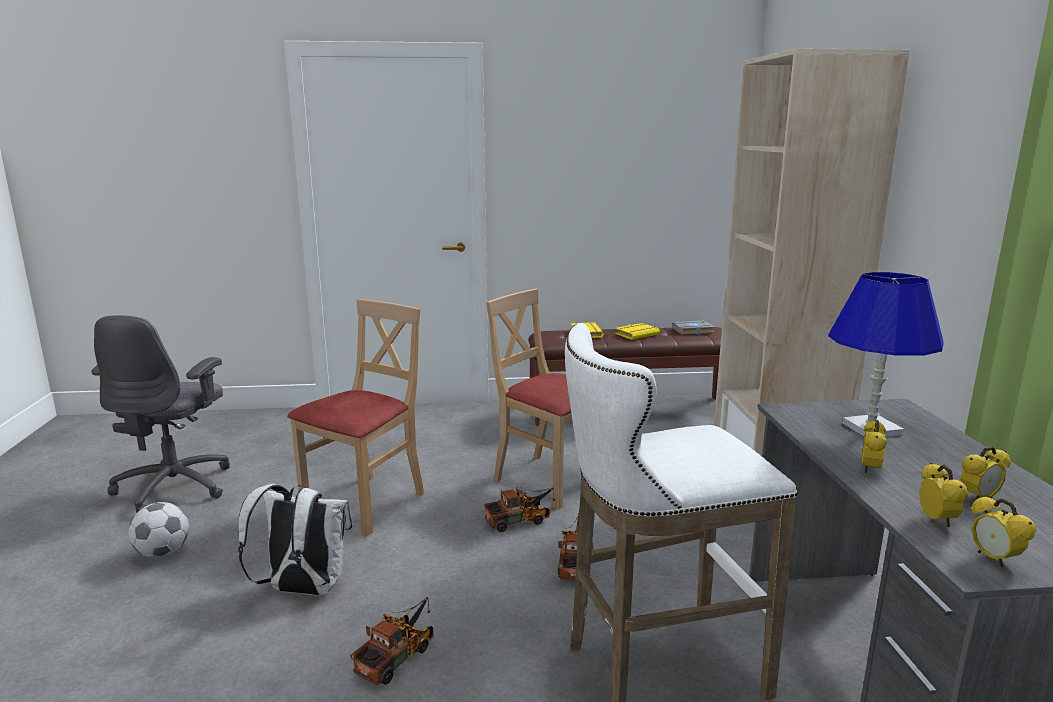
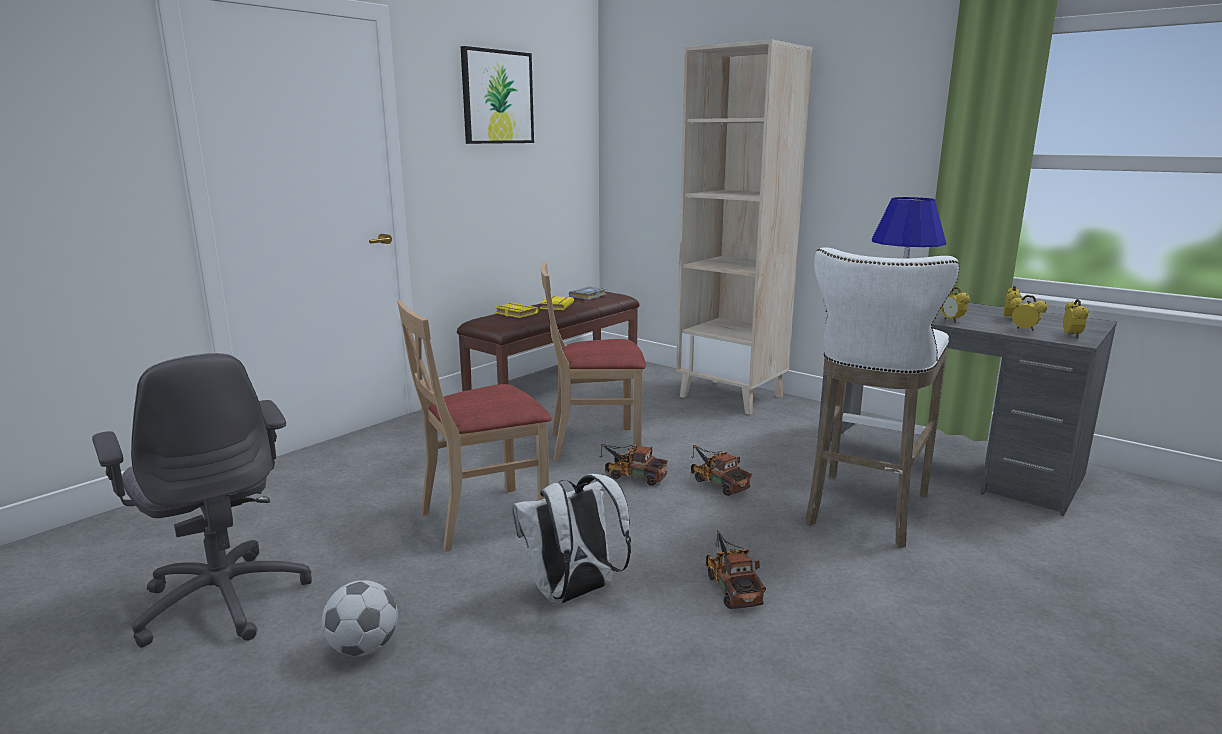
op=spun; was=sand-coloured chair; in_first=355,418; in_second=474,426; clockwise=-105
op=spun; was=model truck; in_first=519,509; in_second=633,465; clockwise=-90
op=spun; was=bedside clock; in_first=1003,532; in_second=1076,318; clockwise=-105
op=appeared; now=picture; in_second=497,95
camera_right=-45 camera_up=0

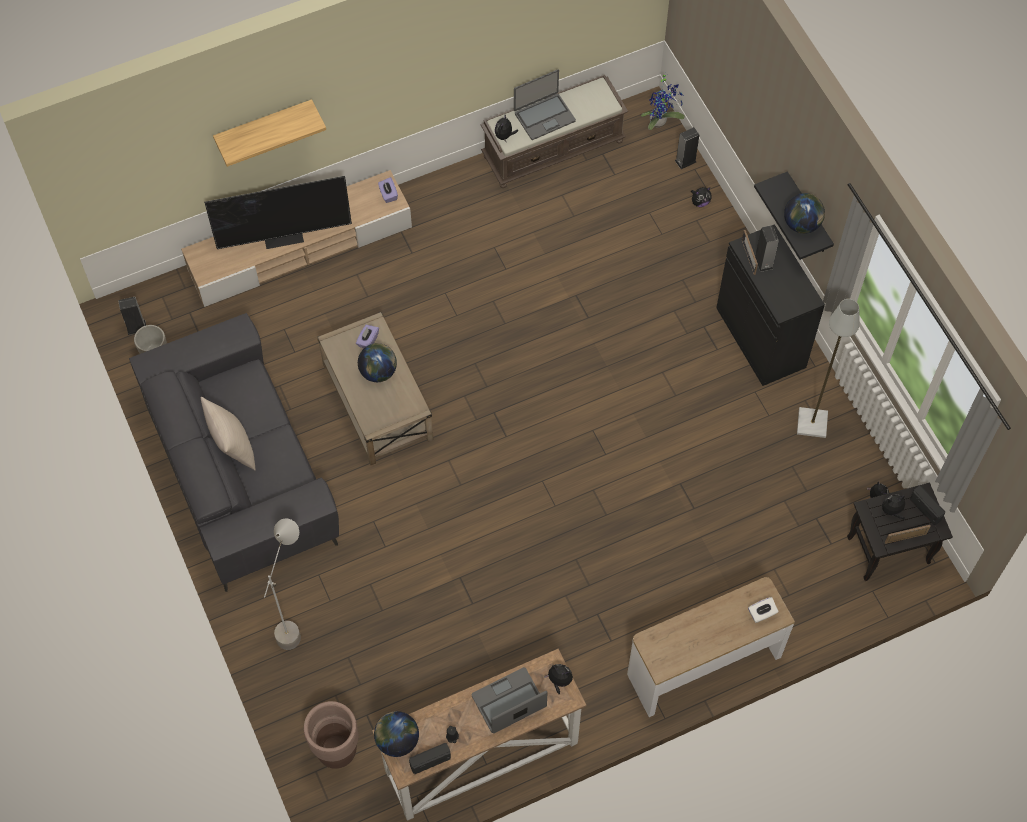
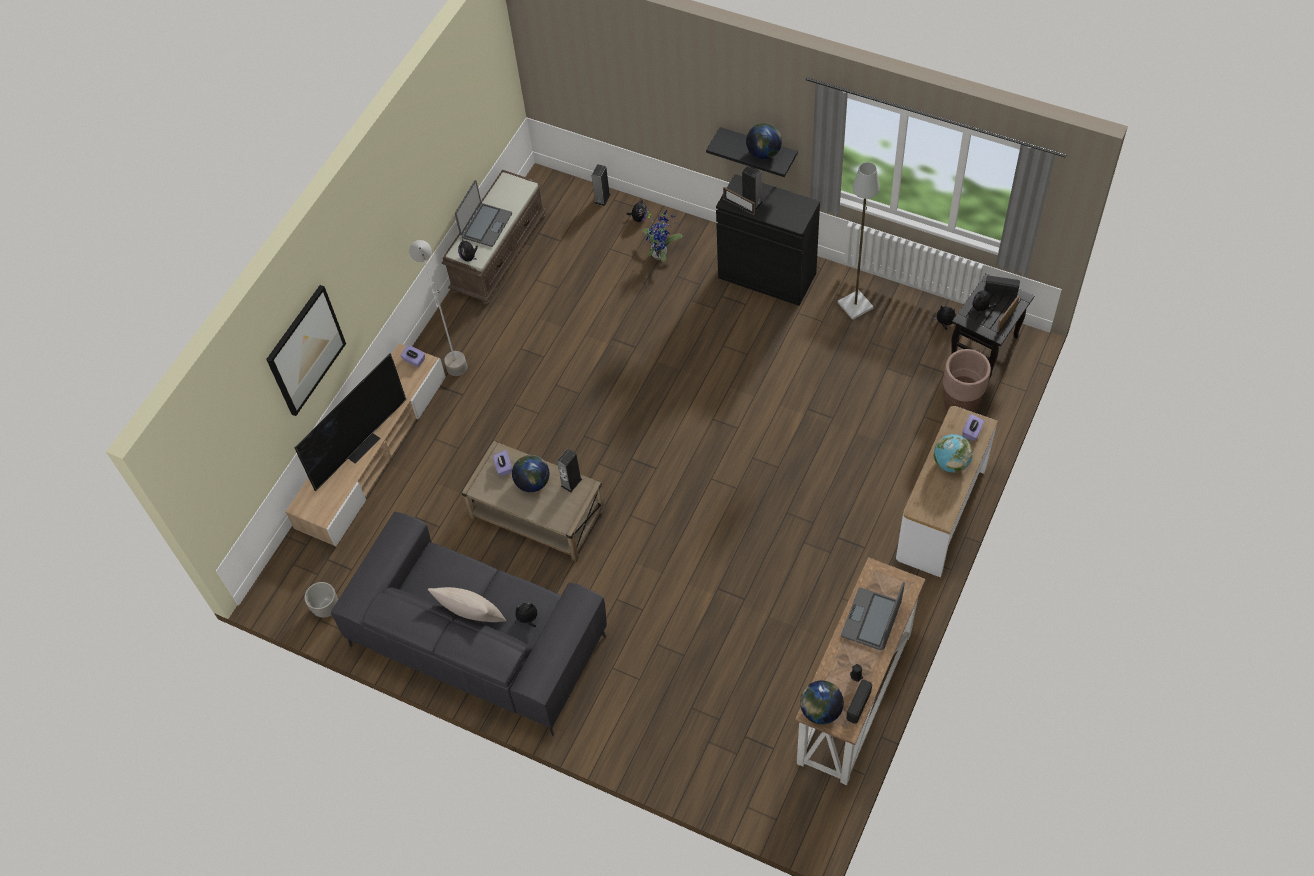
op=relocated; was=loudspeaker; in_first=132,316; in_second=569,471
op=exchanged; was=wall shelf; now=picture; in_first=269,133; in_second=306,350
op=relocated; was=gray standard lamp; in_first=282,584; in_second=438,308
op=relocated; was=brown-coloured flower pot; in_first=331,735; in_second=967,381
op=relocated; was=soft toy; in_first=558,679; in_second=526,614
op=relocated; was=plant in a pot; in_first=663,102; in_second=662,235
op=colour; was=whitish tissue holder; now=purple-coloured tissue holder; in_first=763,610; in_second=973,427
op=appeared; now=world globe; in_second=953,453
camera_right=-35 camera_up=-5

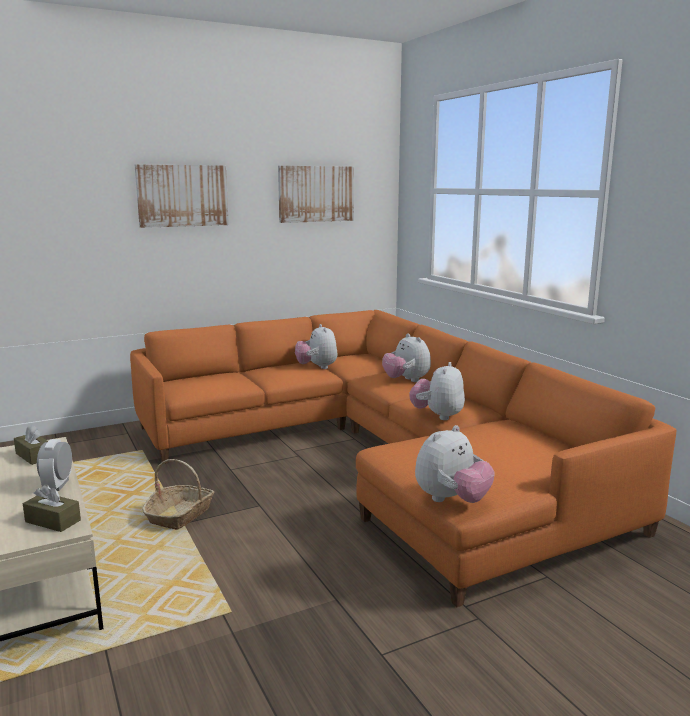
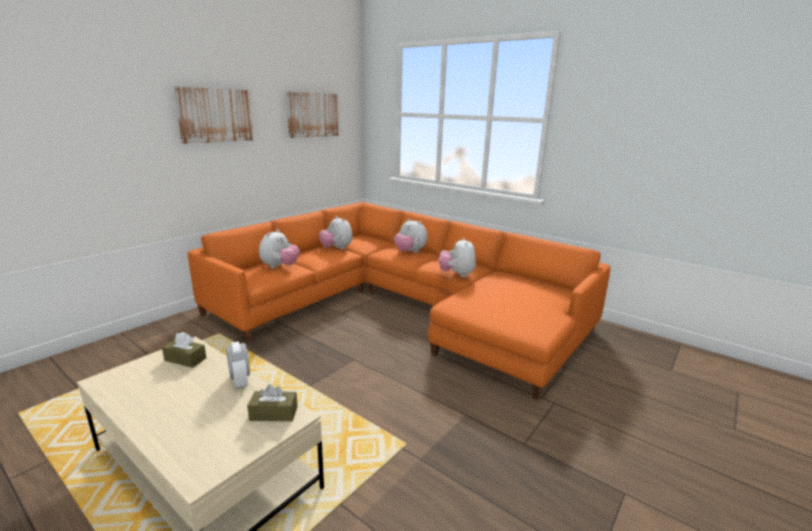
op=missing; was=storage basket; in_first=178,494
op=relocated; was=soft toy; in_first=455,464; in_second=279,248
camera_right=-25 camera_up=5

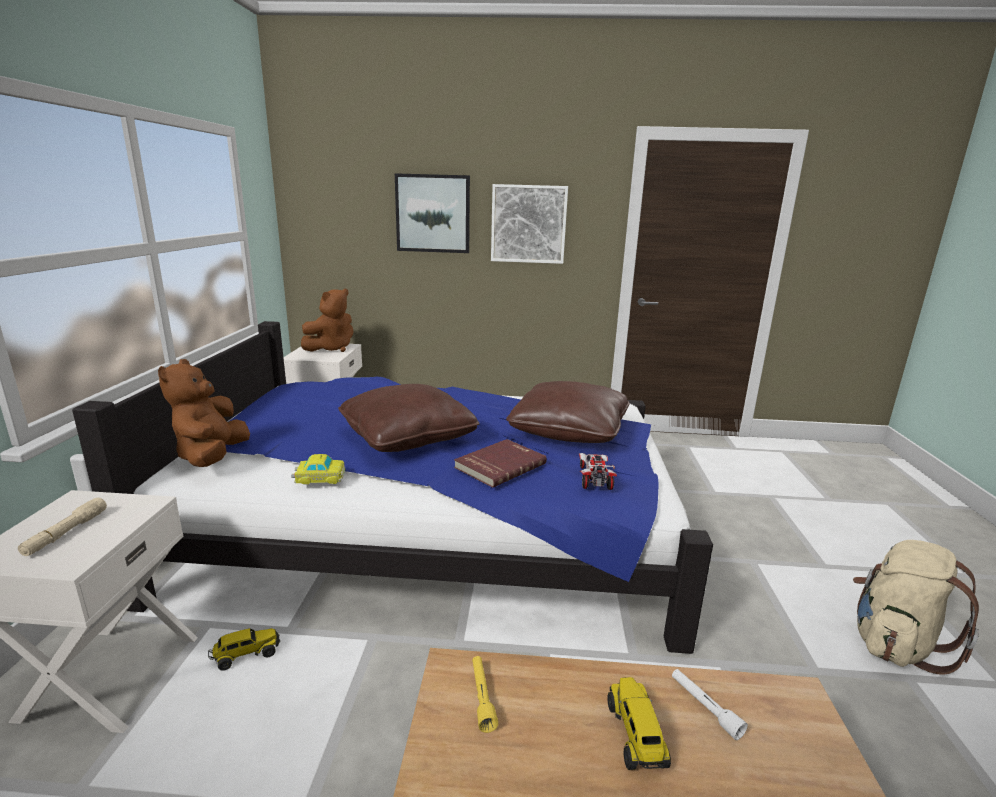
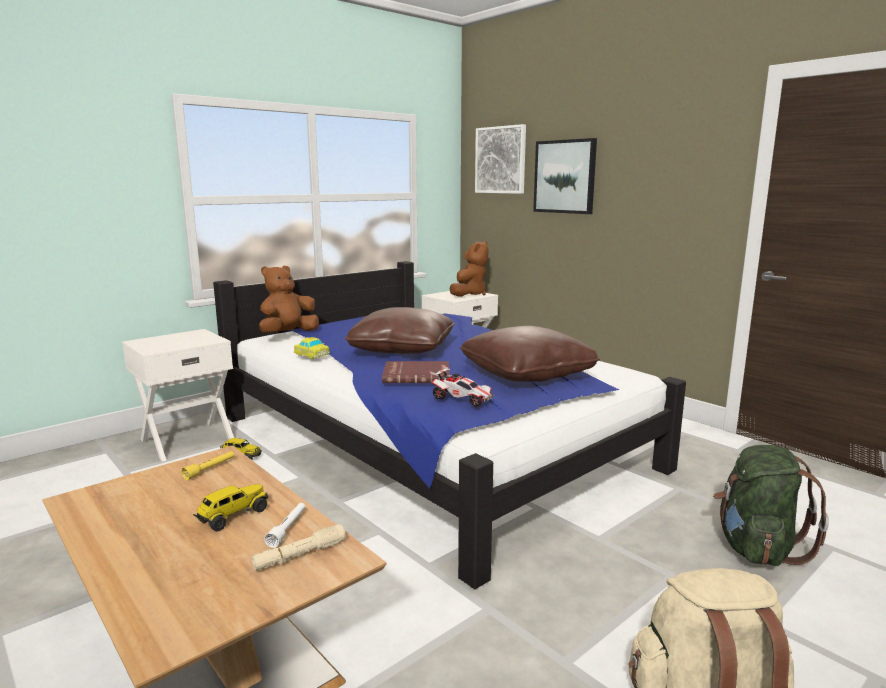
op=relocated; was=sand-coloured torch; in_first=62,527; in_second=298,547
op=spun; was=brown-coloured soft toy; in_first=327,320; in_second=469,269; clockwise=-60
op=relocated; was=picture; in_first=529,224; in_second=500,159
op=spun; was=toy car; in_first=598,471; in_second=462,386; clockwise=75
op=appeared; now=green rucksack; in_second=771,505
camera_right=45 camera_up=-5

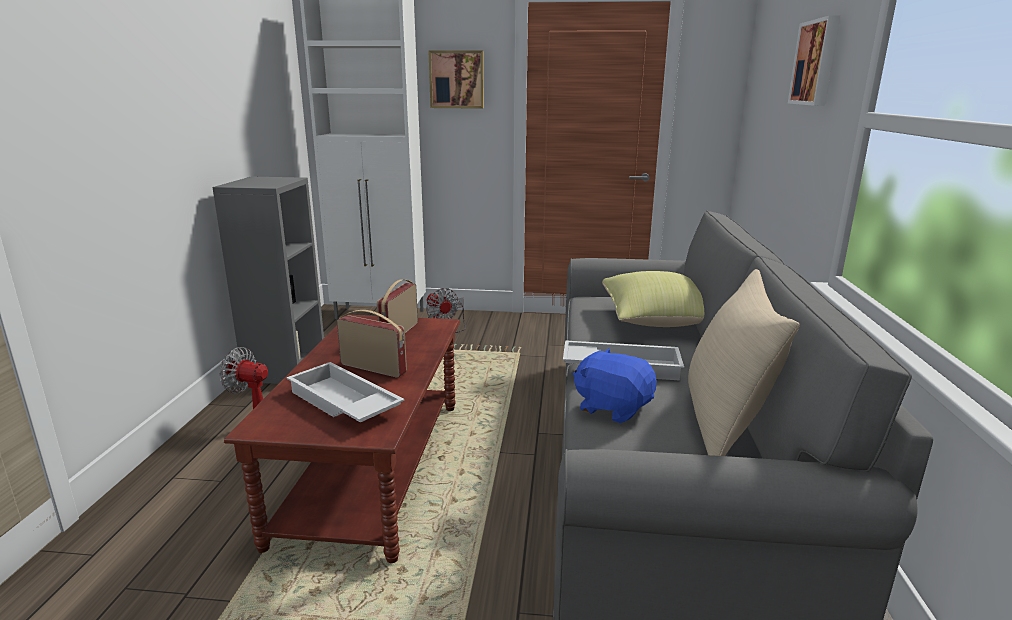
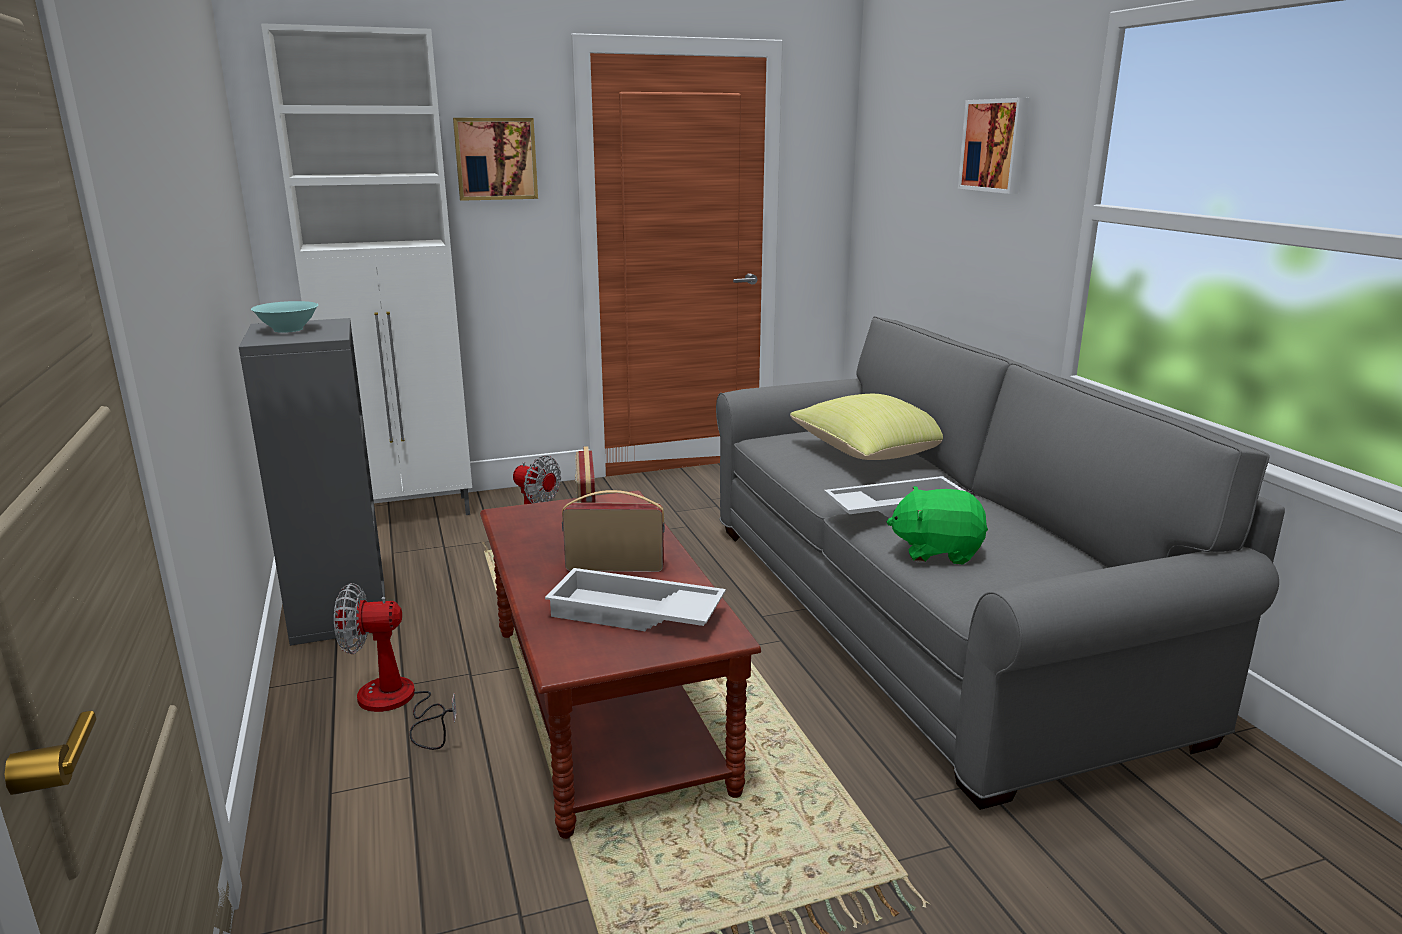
op=colour; was=blue-coloured soft toy; now=green soft toy; in_first=615,385; in_second=937,525
op=missing; was=sand-coloured cushion; in_first=744,362
op=appeared; now=turquoise-coloured bowl; in_second=284,317
camera_right=-25 camera_up=0

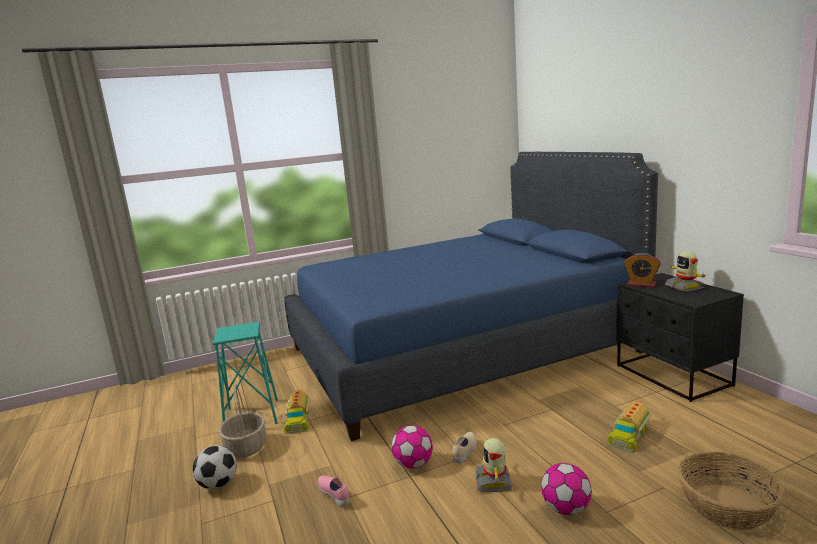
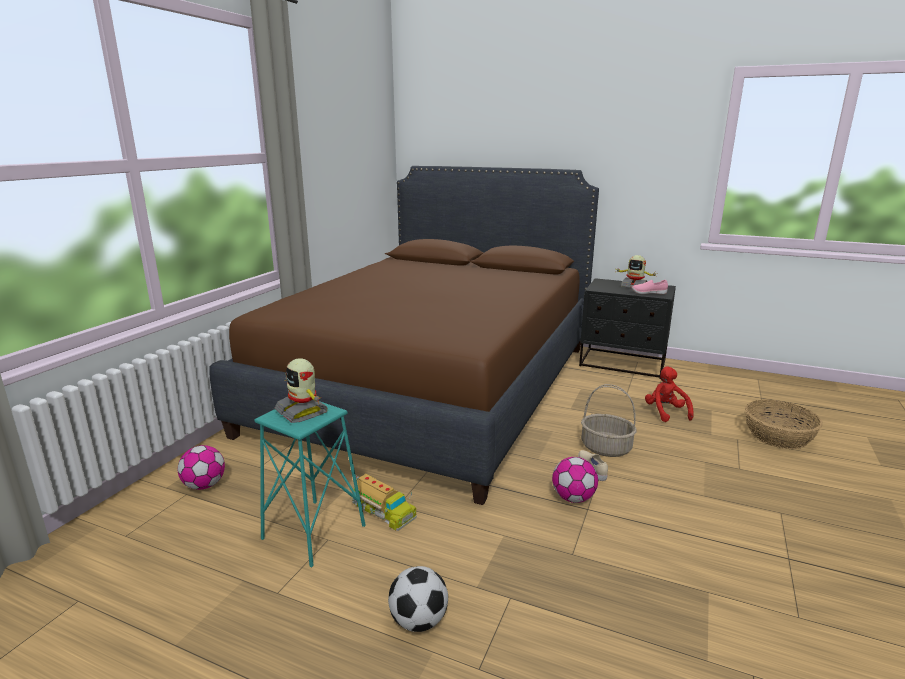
op=relocated; was=storage basket; in_first=242,421; in_second=609,420
op=colour; was=blue-coloured sleeping bed; now=brown-coloured sleeping bed; in_first=471,296; in_second=404,335
op=relocated; was=pink-coloured low shoe; in_first=334,491; in_second=650,287
op=relocated; was=toy robot; in_first=494,465; in_second=301,390
op=relocated; was=ball for football; in_first=566,489; in_second=201,467
op=exchanged; was=model truck; now=red-coloured soft toy; in_first=629,426; in_second=669,394
op=missing; was=bedside clock; in_first=642,270
camera_right=-45 camera_up=5

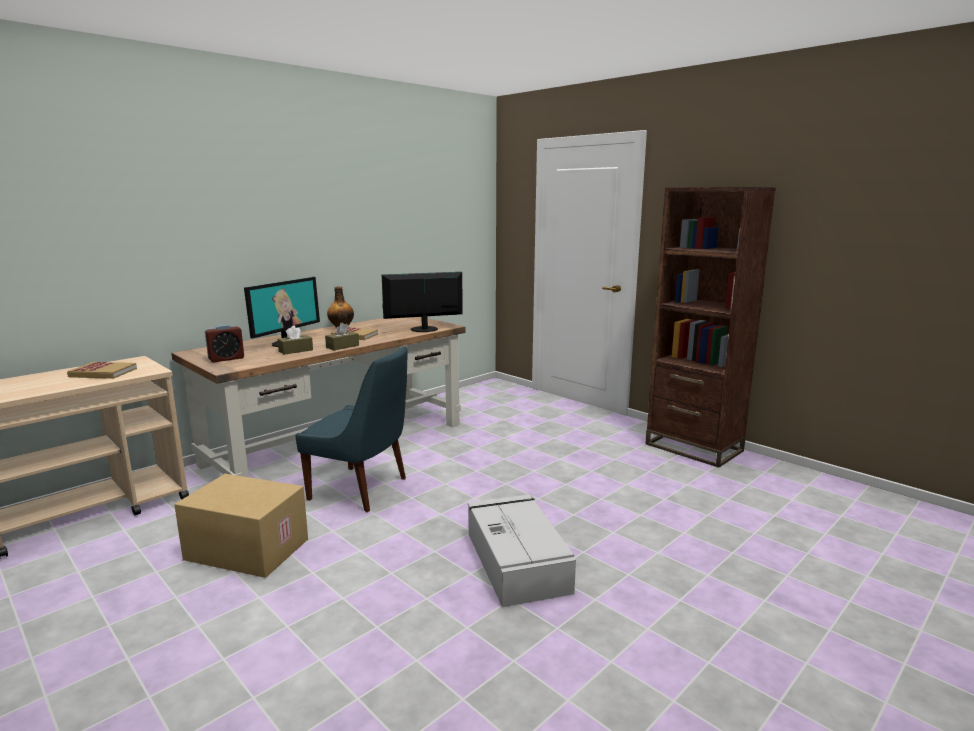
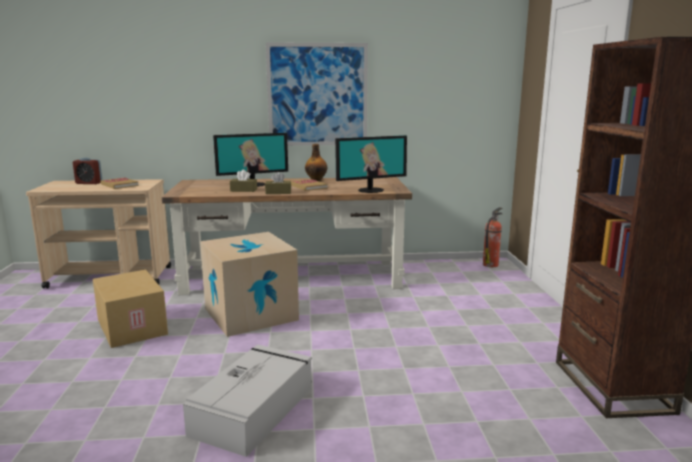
op=relocated; was=bedside clock; in_first=224,343; in_second=87,171
op=exchanged; was=blue-coloured chair; now=carton; in_first=351,429; in_second=249,284
op=spun; was=computer screen; in_first=422,302; in_second=371,164; clockwise=135
op=appeared; now=picture; in_second=317,94
op=appeared; now=extinguisher; in_second=493,237
camera_right=40 camera_up=0

